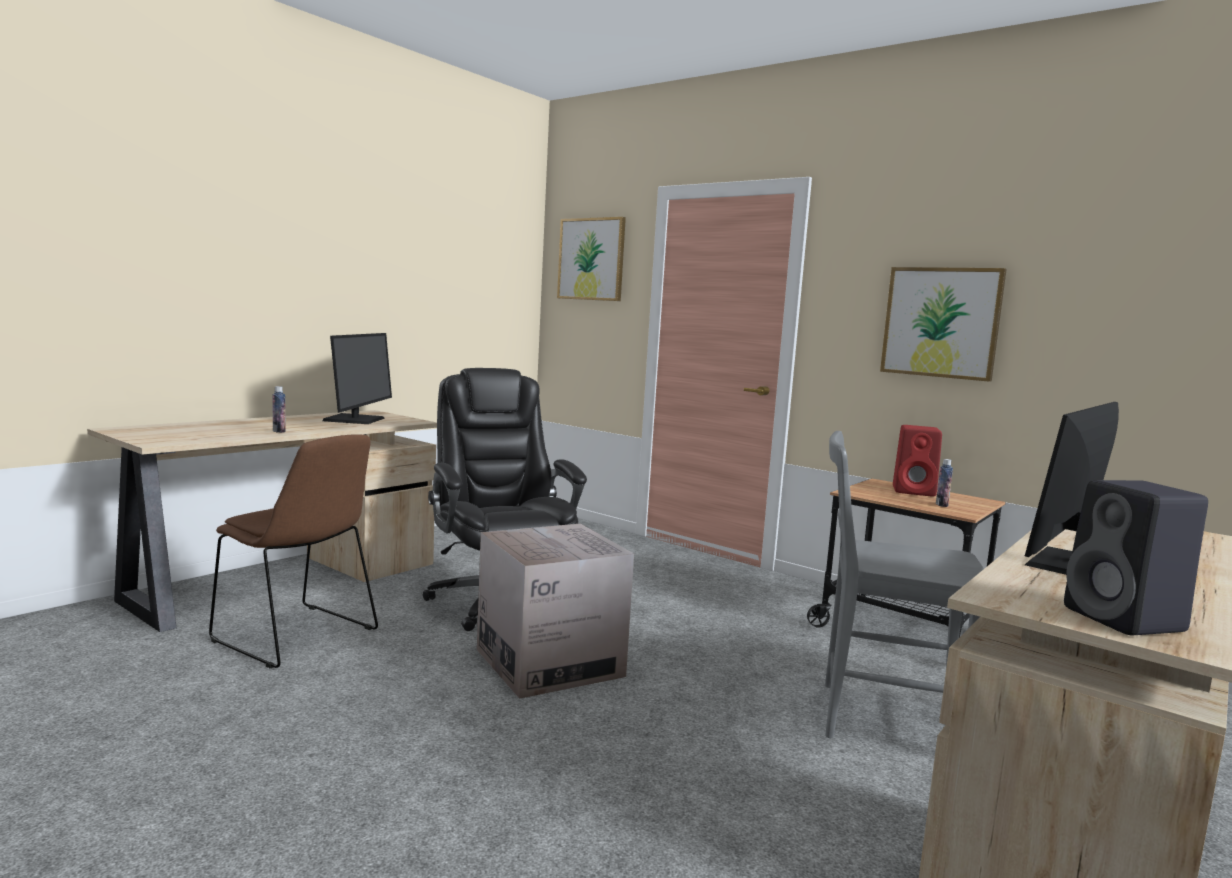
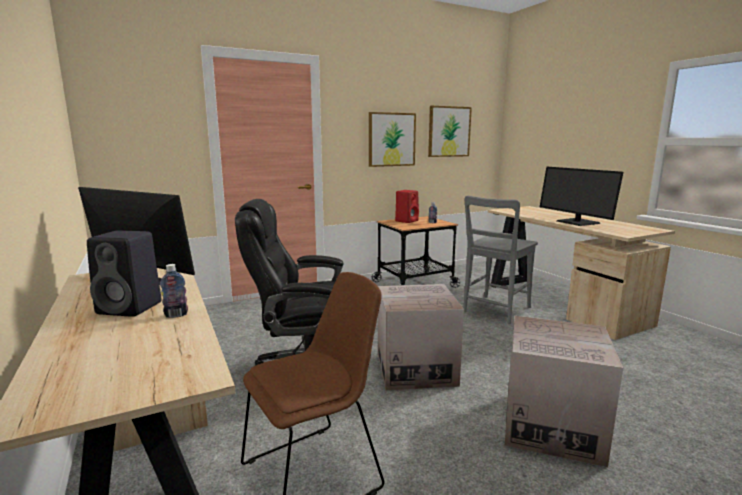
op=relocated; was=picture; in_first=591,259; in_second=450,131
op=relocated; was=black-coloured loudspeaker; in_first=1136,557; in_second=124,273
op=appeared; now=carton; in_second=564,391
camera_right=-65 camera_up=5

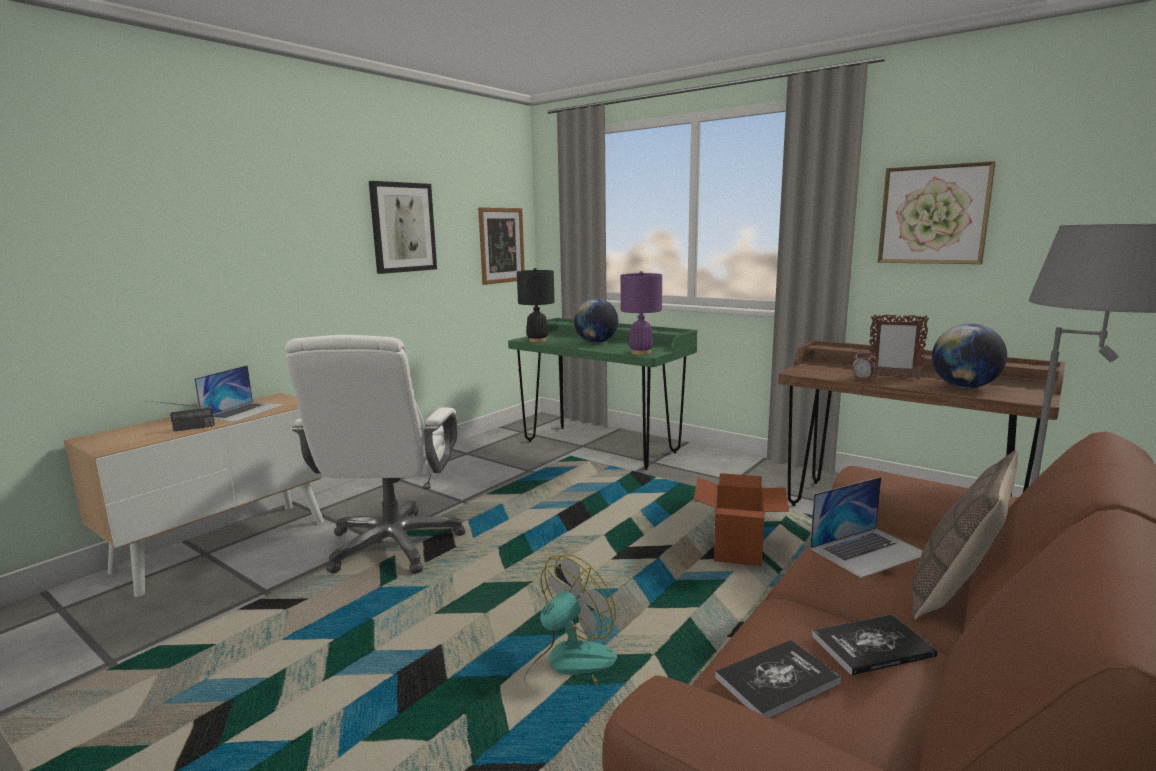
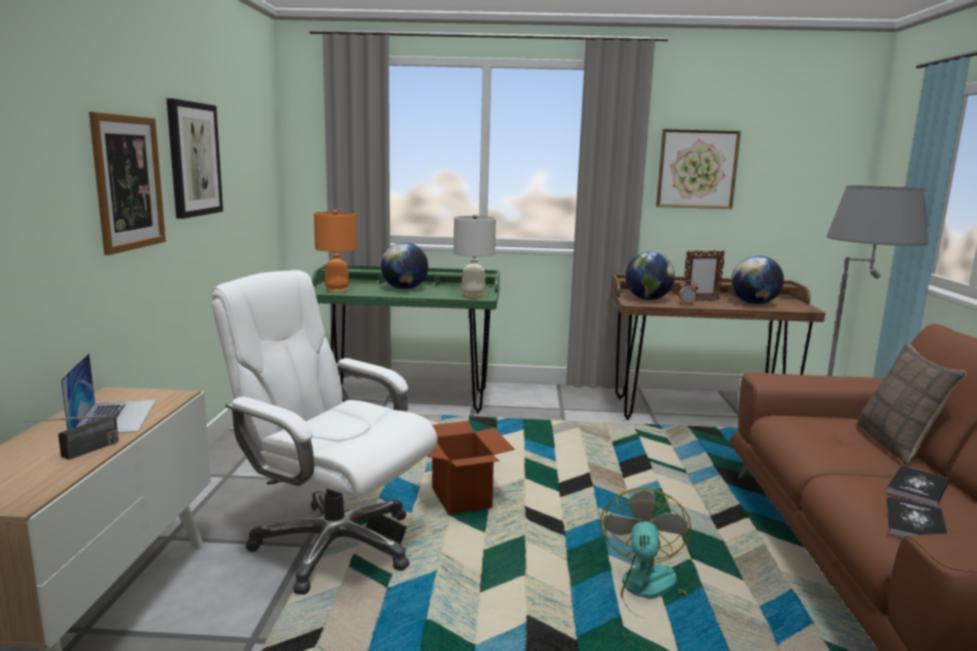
op=spun; was=whitish computer chair; in_first=375,454; in_second=324,432; clockwise=150
op=relocated; was=picture; in_first=501,246; in_second=127,183
op=colour; was=black-coloured lamp for a table; now=orange lamp for a table; in_first=536,305; in_second=335,251
op=colour; was=purple-coloured lamp for a table; now=whitish lamp for a table; in_first=641,313; in_second=475,256
op=relocated; was=carton; in_first=741,519; in_second=471,468
op=missing; was=laptop; in_first=866,527
op=appeared; now=world globe; in_second=650,275
camera_right=-35 camera_up=0

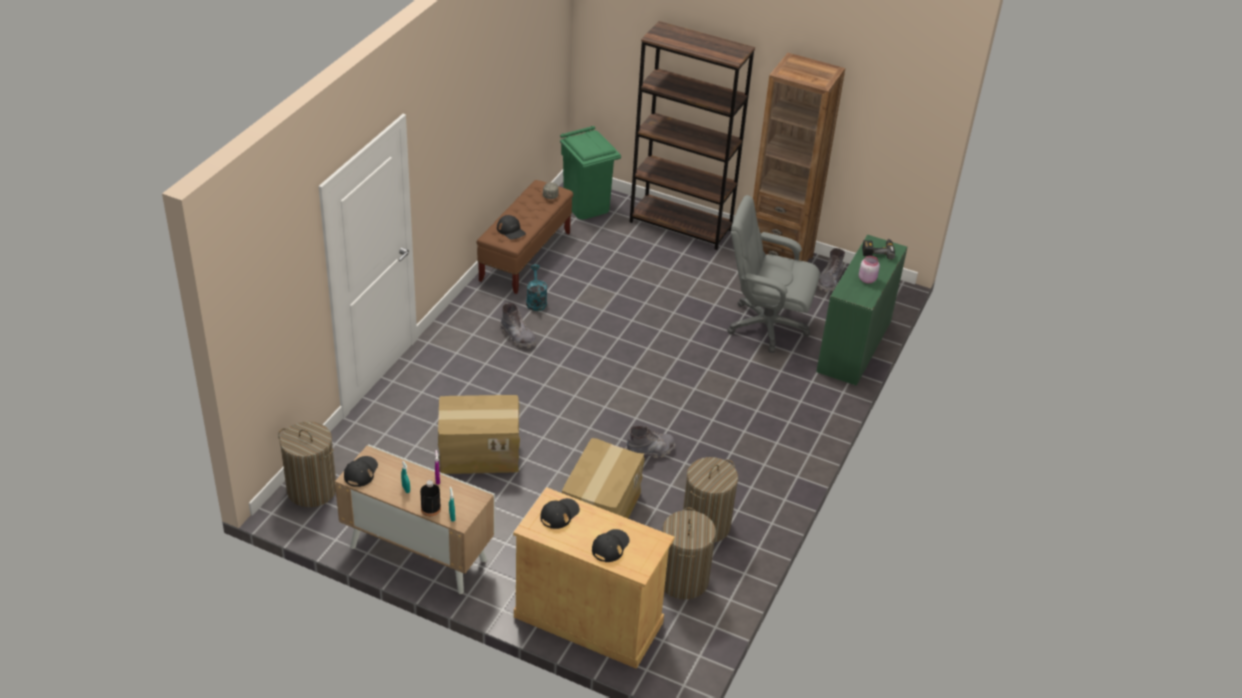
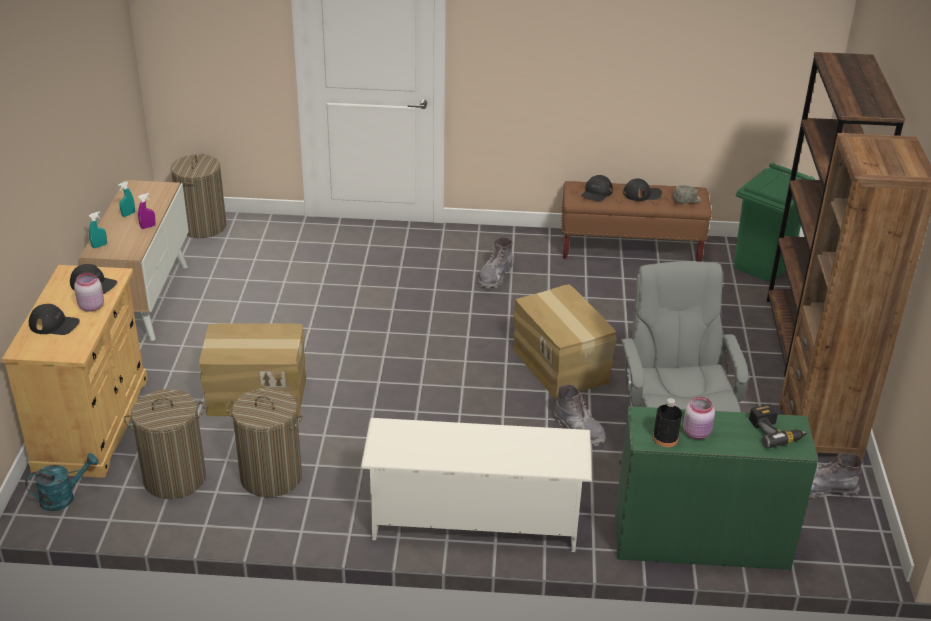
op=relocated; was=black-coloured peaked cap; in_first=361,471; in_second=642,190
op=relocated; was=black-coloured bottle; in_first=430,498; in_second=667,422
op=relocated; was=carton; in_first=479,434; in_second=565,341
op=relocated; was=turquoise-coloured watering pot; in_first=536,287; in_second=62,482
op=relocated; was=gray tall boot; in_first=650,442; in_second=579,415
op=appeared; now=pink-coloured storage jar; in_second=89,292
op=appeared; now=whitish shoe rack; in_second=476,485
camera_right=70 camera_up=-5

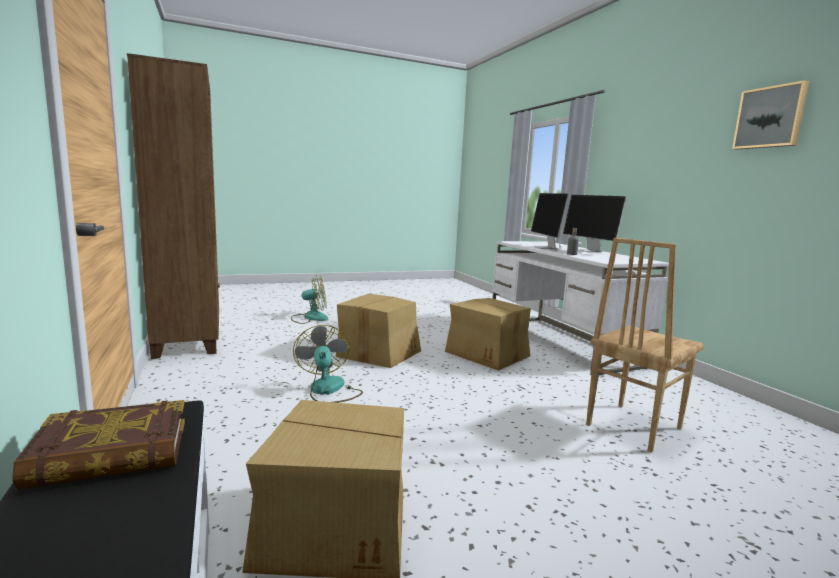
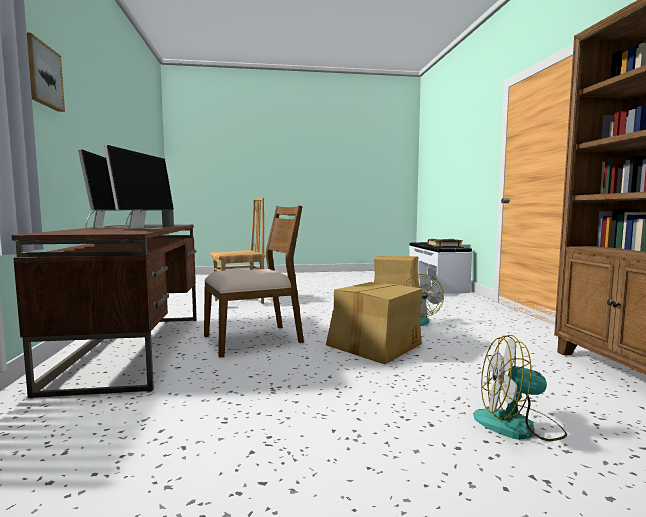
op=exchanged; was=carton; now=brown-coloured chair; in_first=488,334; in_second=254,281
op=colour; was=whitish desk unit; now=brown-coloured desk unit; in_first=580,308; in_second=104,311
op=relocated; was=picture; in_first=770,115; in_second=46,72
camera_right=-165 camera_up=-5

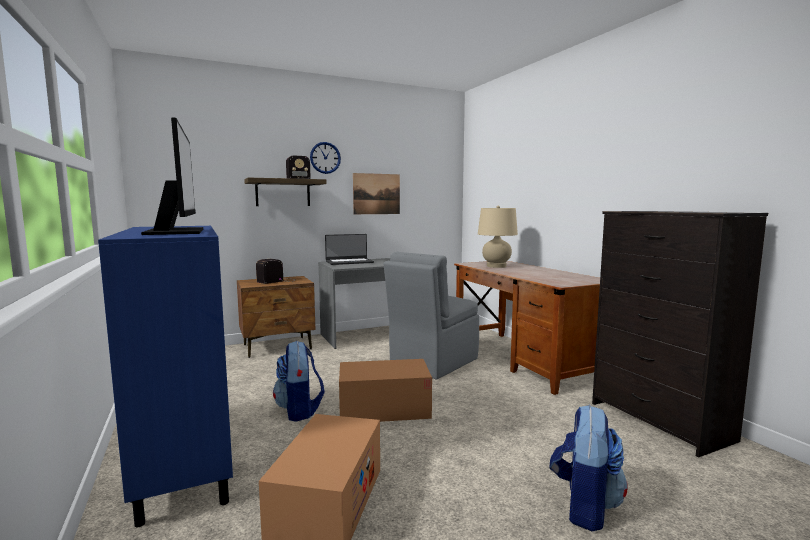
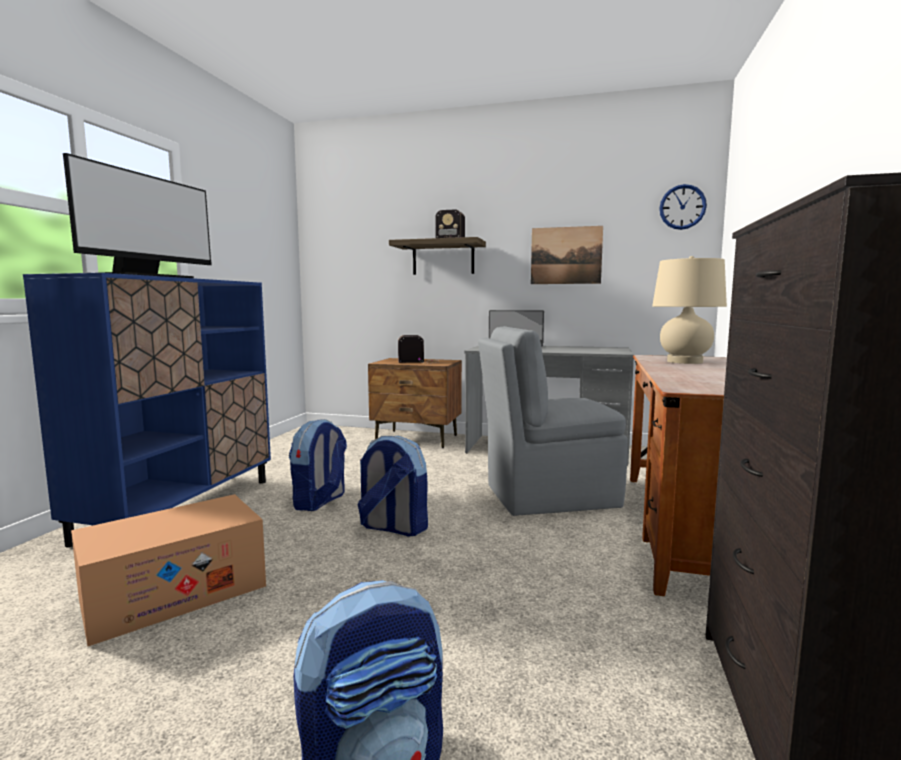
op=relocated; was=wall clock; in_first=325,158; in_second=683,207
op=exchanged; was=carton; now=rucksack; in_first=385,390; in_second=393,486
camera_right=40 camera_up=0

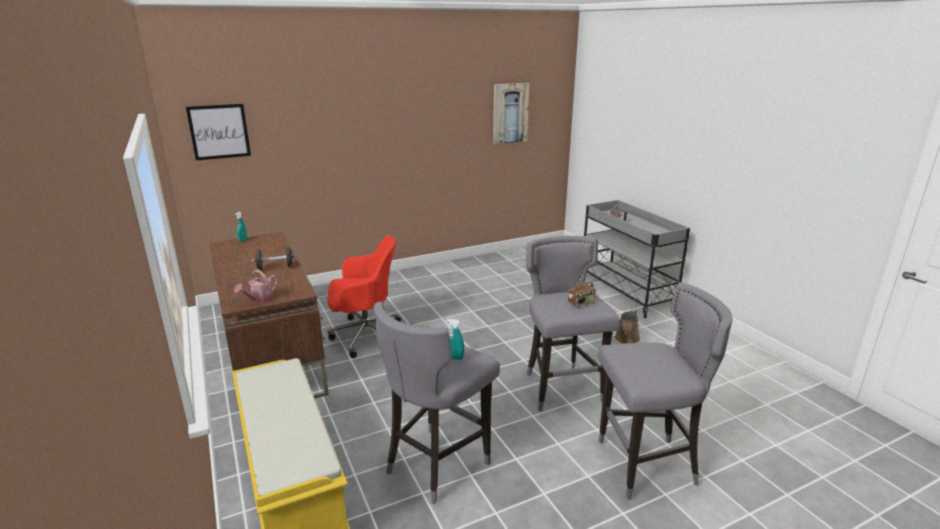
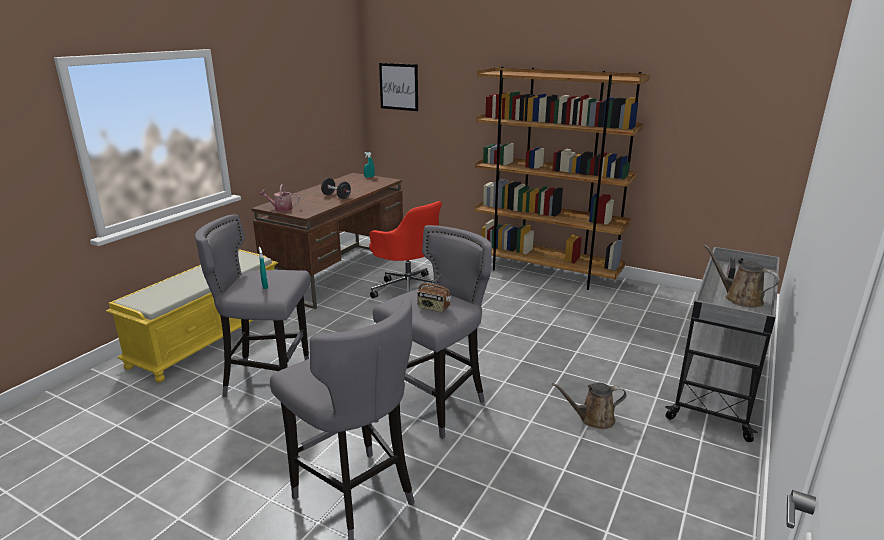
op=missing; was=picture; in_first=511,113
op=appeared; now=brown-coloured bookcase; in_second=562,178
op=appeared; now=brown-coloured watering pot; in_second=742,276
camera_right=55 camera_up=0

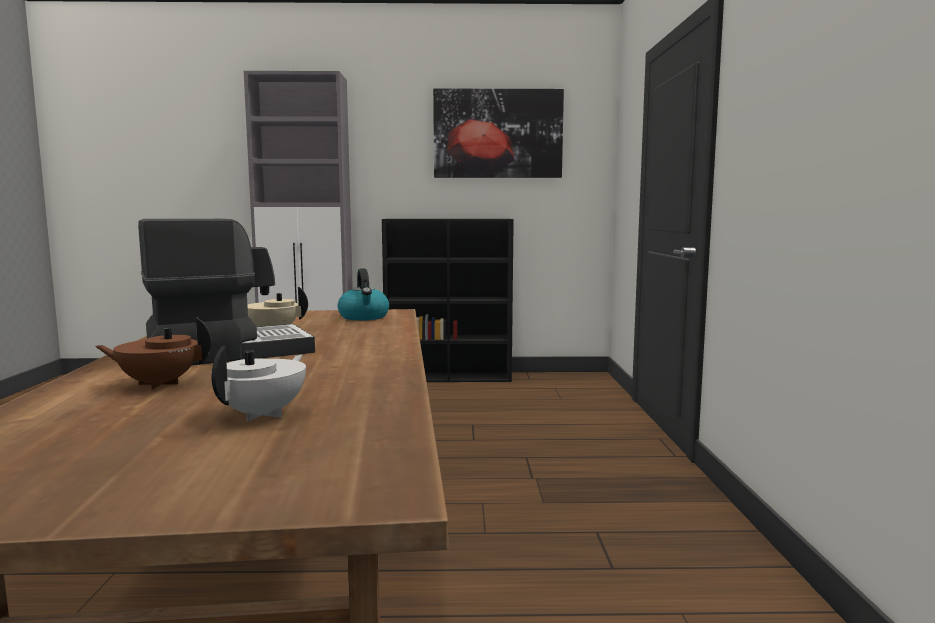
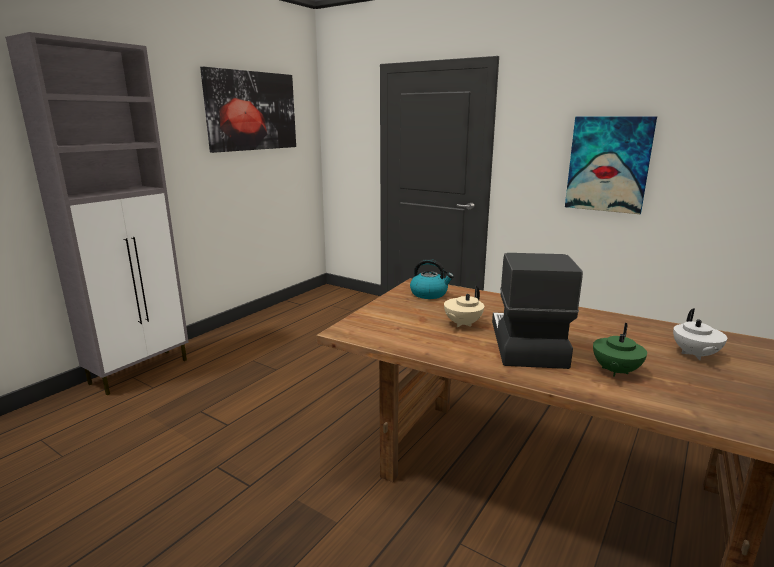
op=colour; was=brown-coloured teapot; now=green teapot; in_first=153,353; in_second=620,350
op=spun; was=whitish teapot; in_first=258,383; in_second=700,334; clockwise=-135
op=missing; was=black-coloured bookcase; in_first=448,300
op=appeared; now=picture; in_second=611,165
camera_right=-55 camera_up=10

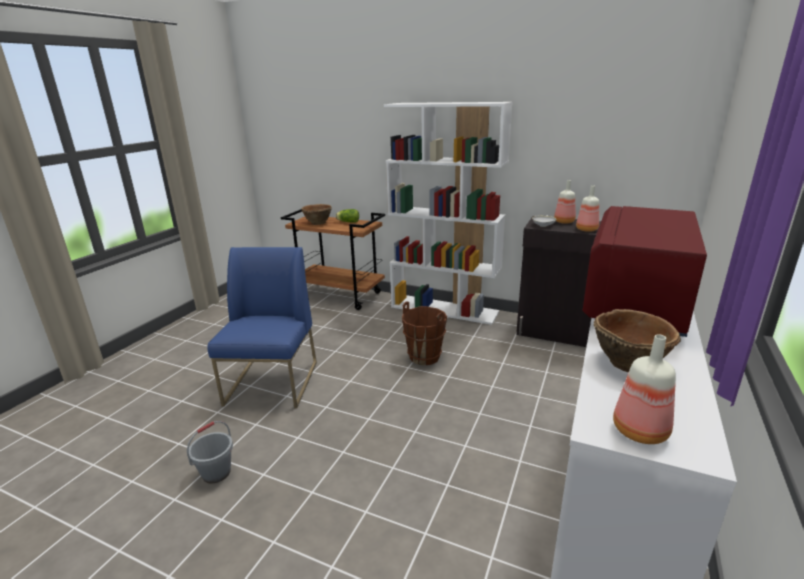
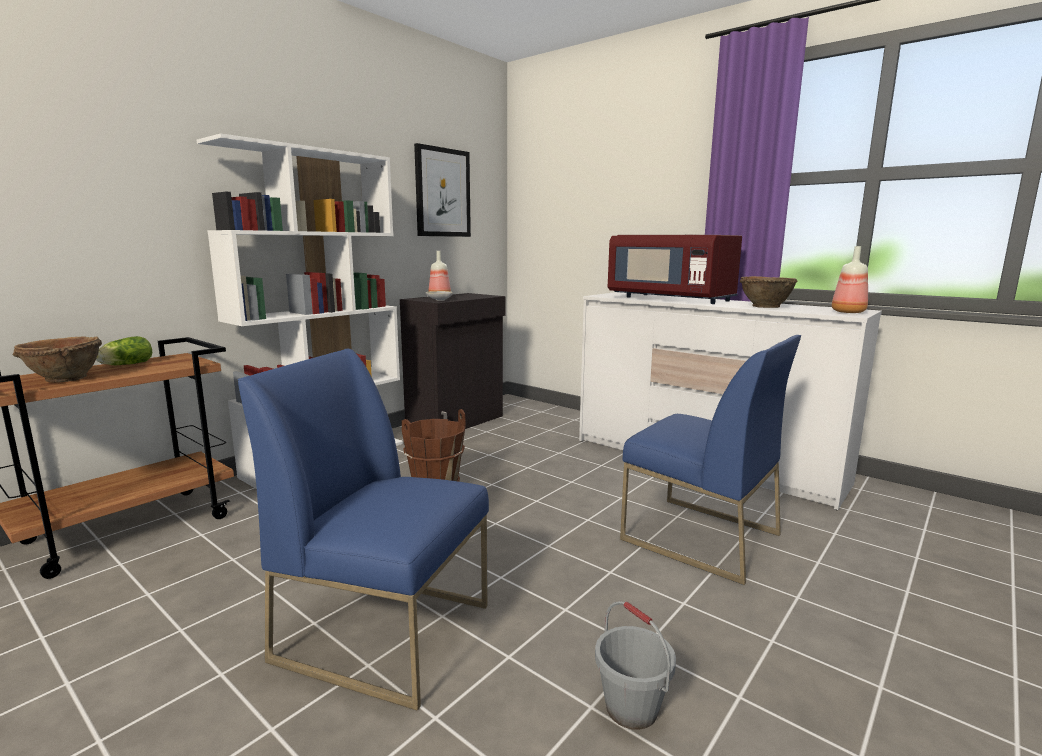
op=missing; was=bottle; in_first=587,208
op=appeared; now=picture; in_second=442,190
op=appeared; now=blue-coloured chair; in_second=710,460
camera_right=-75 camera_up=-10

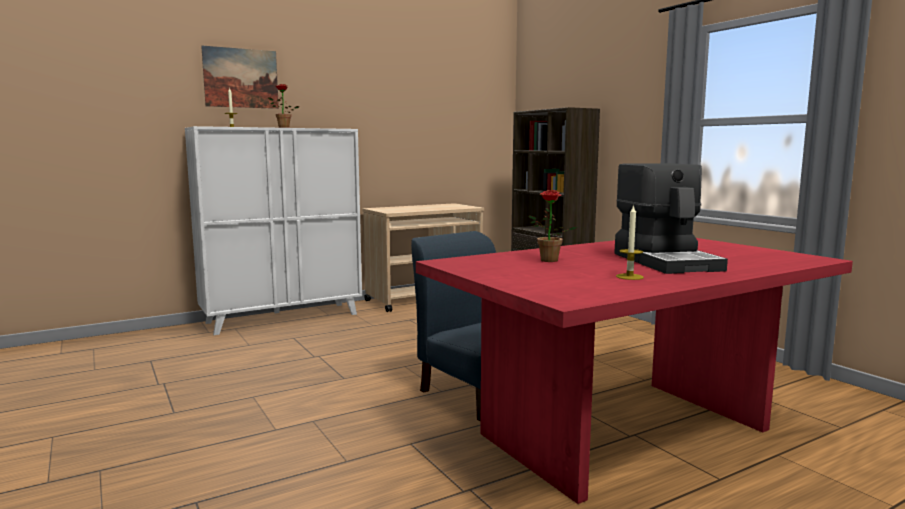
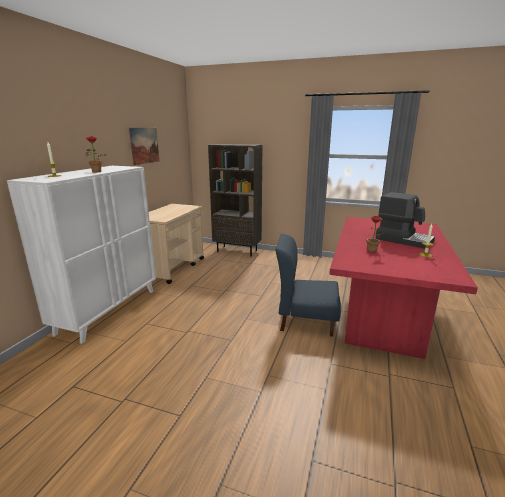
op=relocated; was=picture; in_first=240,77; in_second=144,146
camera_right=-40 camera_up=10

